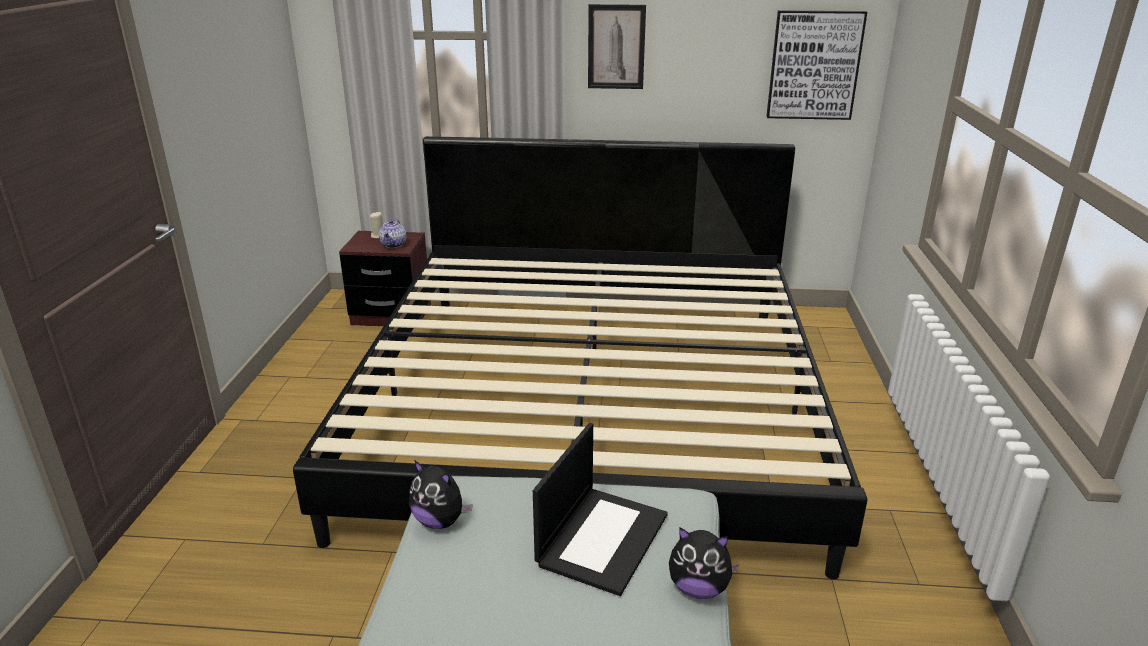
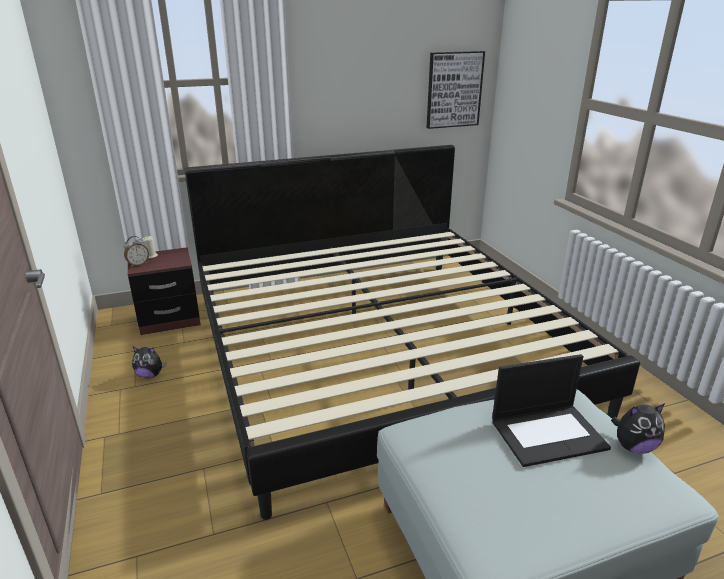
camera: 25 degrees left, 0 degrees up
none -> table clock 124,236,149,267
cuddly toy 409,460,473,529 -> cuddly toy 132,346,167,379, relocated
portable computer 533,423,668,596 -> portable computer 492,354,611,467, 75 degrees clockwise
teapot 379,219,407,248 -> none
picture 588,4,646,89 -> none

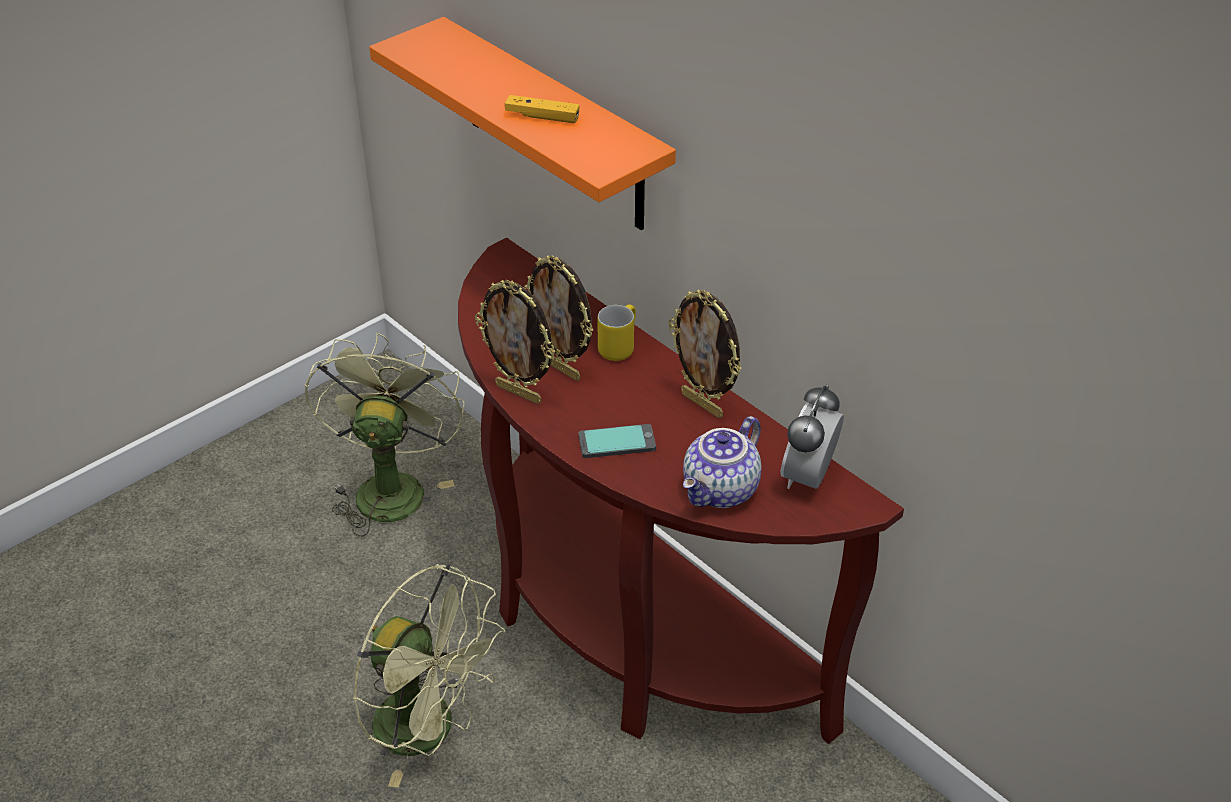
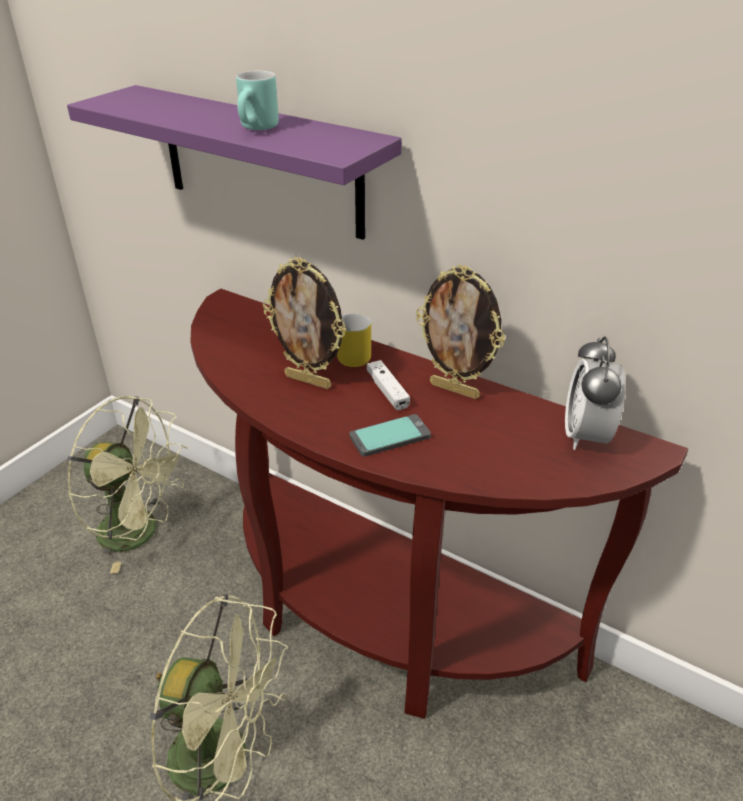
camera: 15 degrees left, 5 degrees down
orange-coloured shelf 369,17,676,230 -> purplish shelf 67,85,402,240
green-coloured cooling fan 305,333,465,536 -> green-coloured cooling fan 68,395,188,573, 120 degrees clockwise
yellowish game controller 505,95,579,123 -> turquoise mug 236,71,279,130
none -> whitish game controller 367,360,410,410
photo frame 475,280,555,404 -> none
teapot 683,416,761,508 -> none

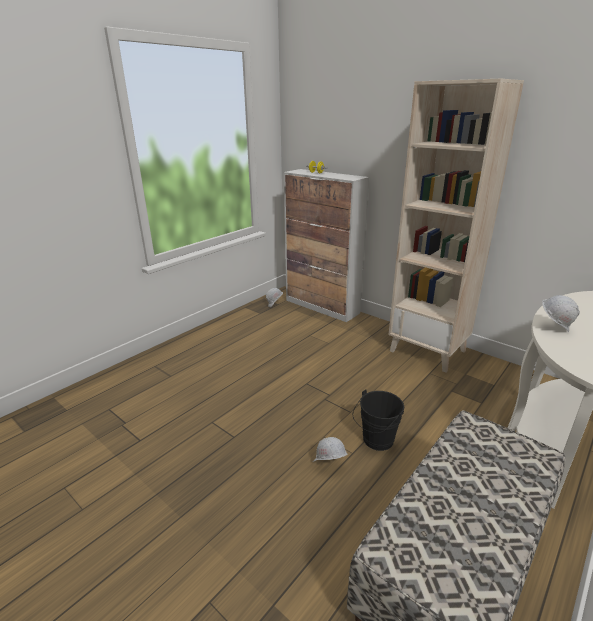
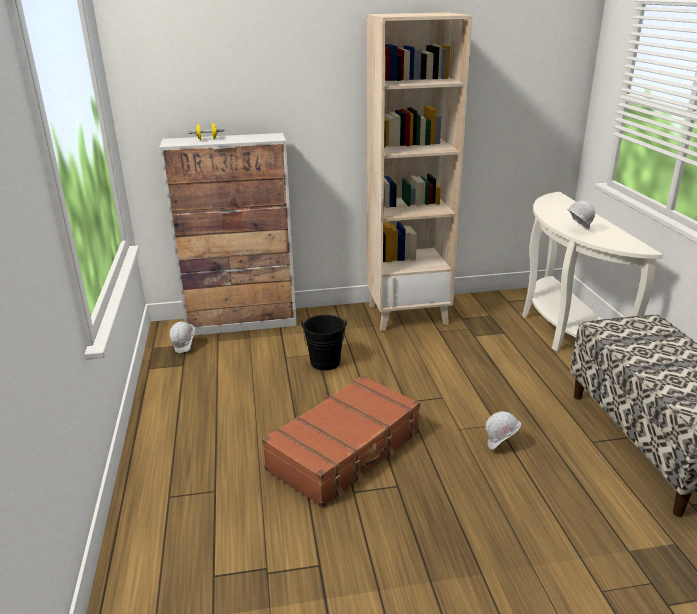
camera: 50 degrees left, 0 degrees up
none -> brown suitcase 262,375,420,508
black-coloured water bucket 353,389,404,451 -> black-coloured water bucket 301,315,347,371, relocated

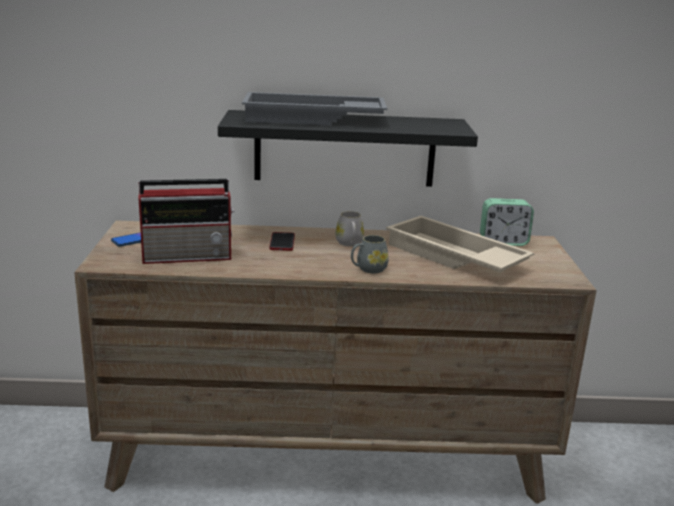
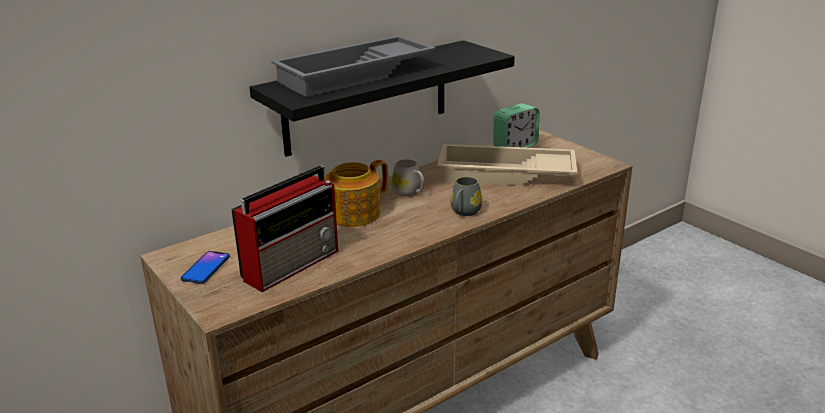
camera: 35 degrees left, 5 degrees up
phone 269,232,295,251 -> teapot 325,160,388,227

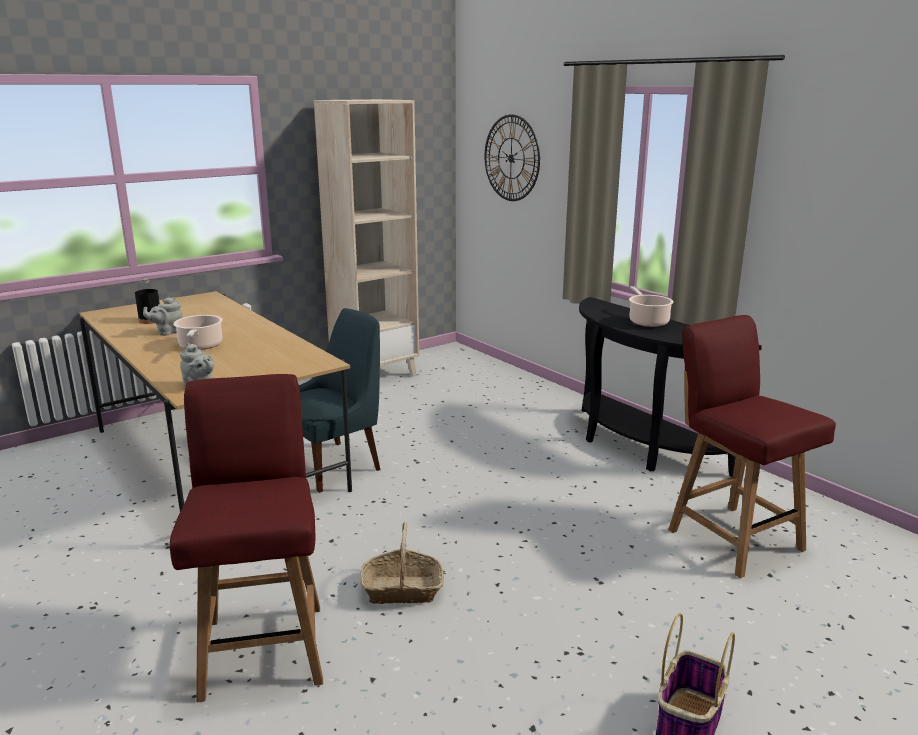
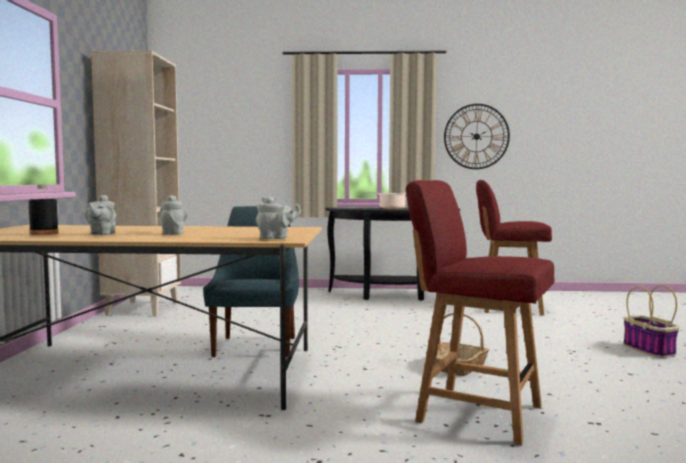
camera: 50 degrees left, 15 degrees down
stockpot 173,315,223,350 -> grey teapot 160,195,188,235
wall clock 485,114,540,201 -> wall clock 444,104,510,169, relocated

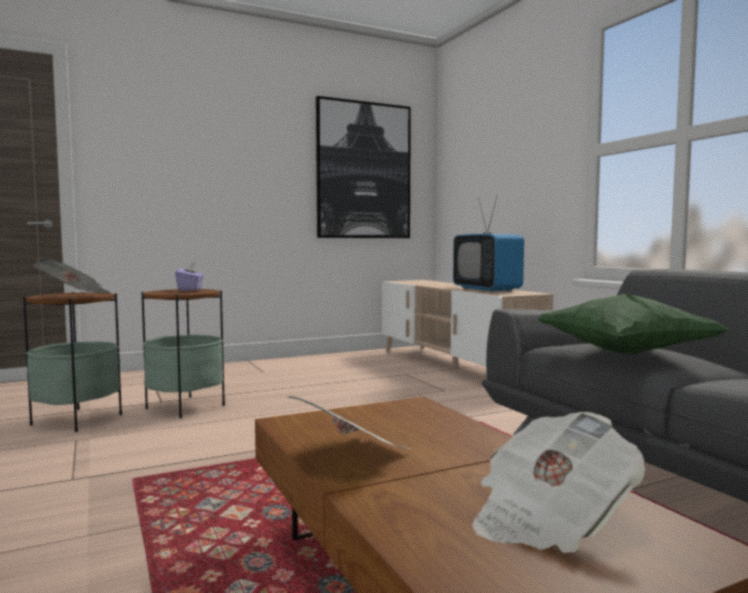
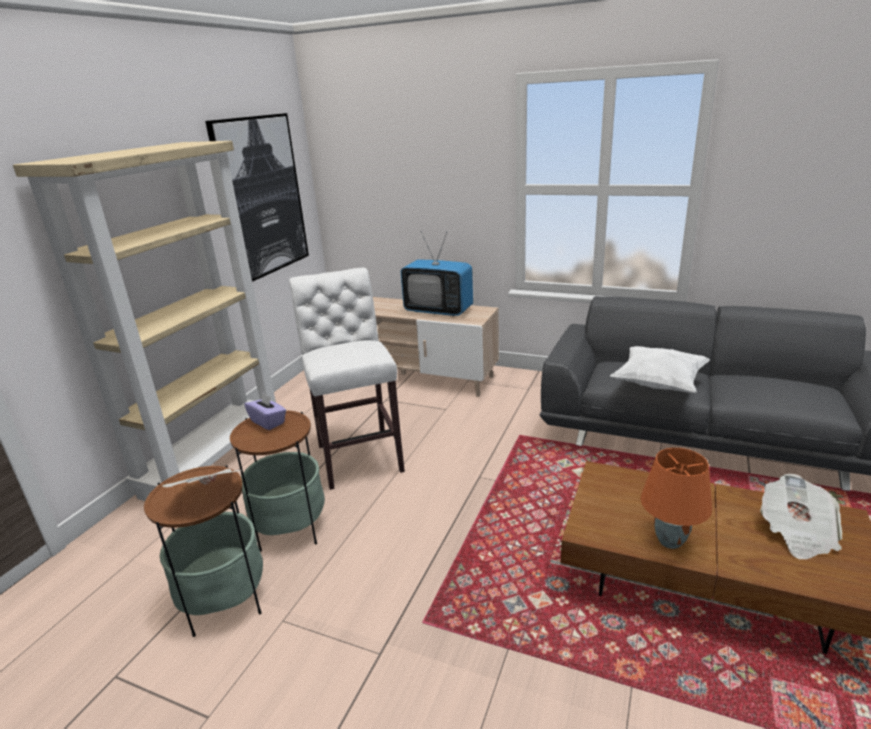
camera: 40 degrees left, 20 degrees up
none -> beige-coloured shelving unit 13,141,276,501
none -> whitish stool 289,268,405,490
green-coloured pillow 538,294,730,355 -> whitish pillow 610,346,710,393
newspaper 286,395,411,449 -> orange-coloured table lamp 640,448,712,549

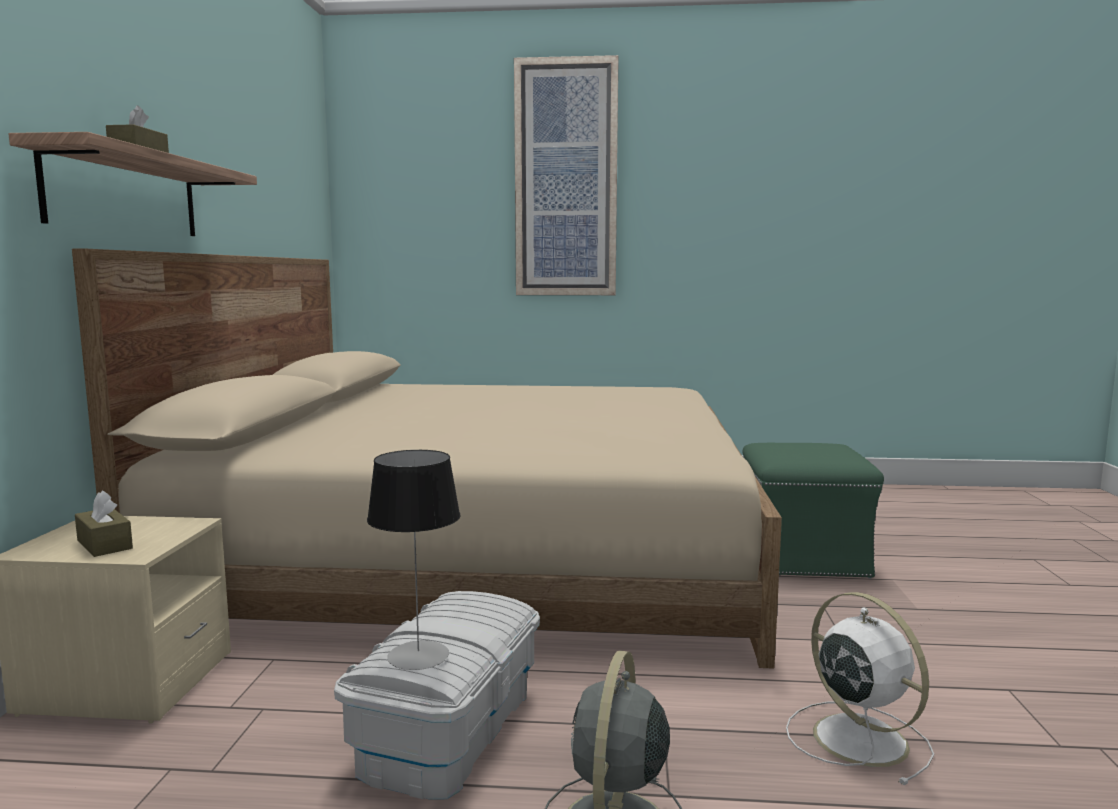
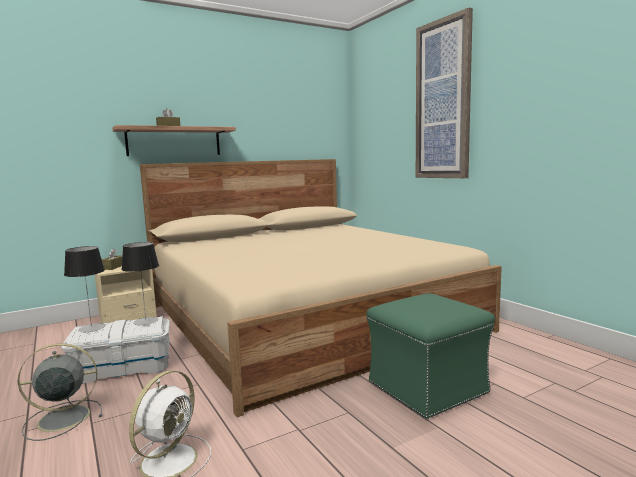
camera: 55 degrees right, 0 degrees up
none -> table lamp 121,242,159,326

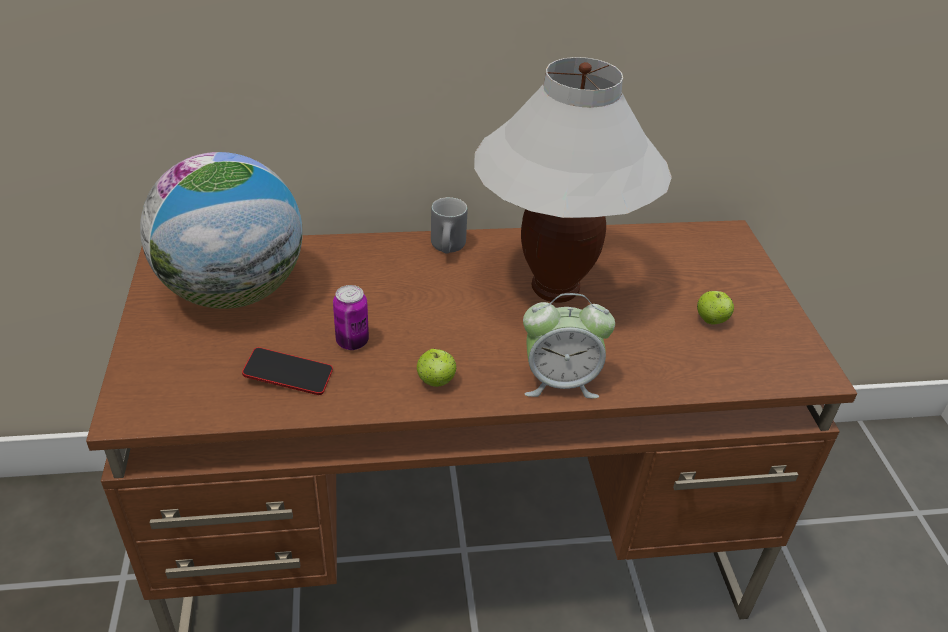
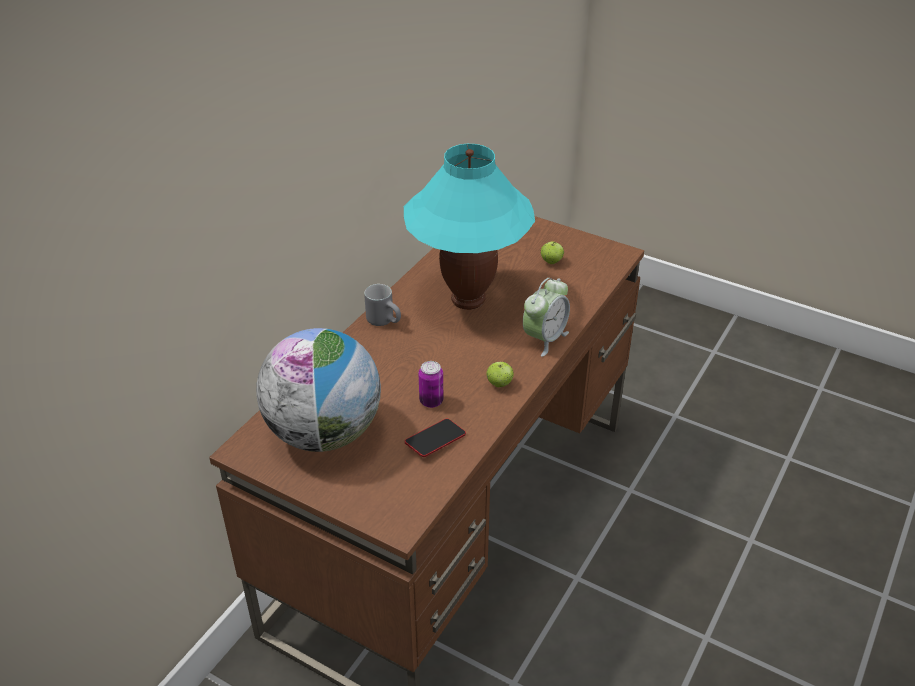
camera: 50 degrees left, 0 degrees up
whitish table lamp 474,57,672,303 -> turquoise table lamp 404,144,535,310

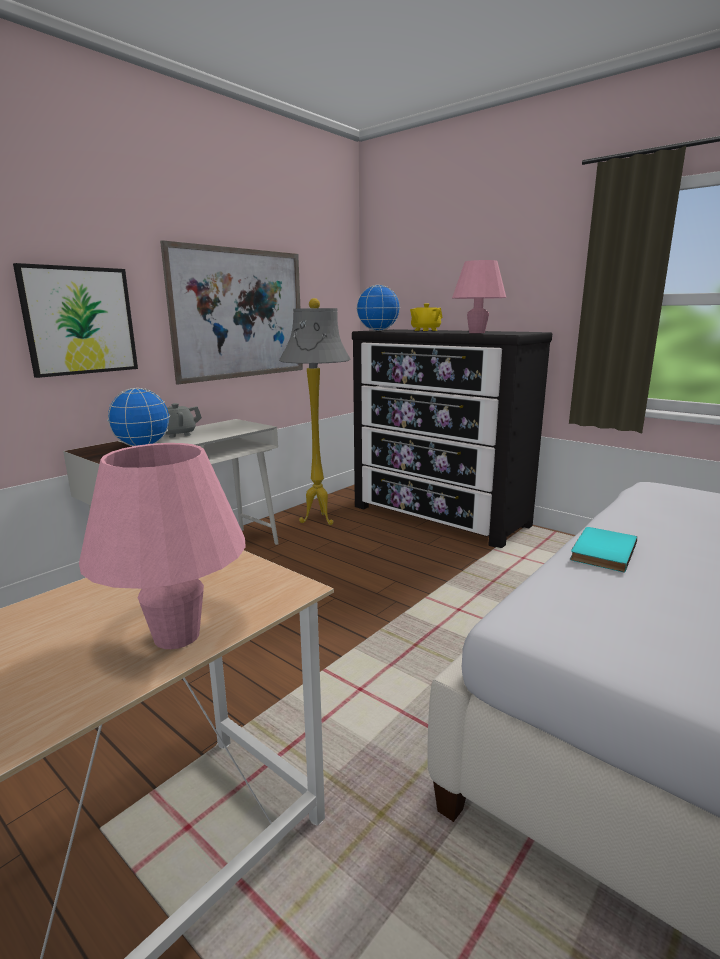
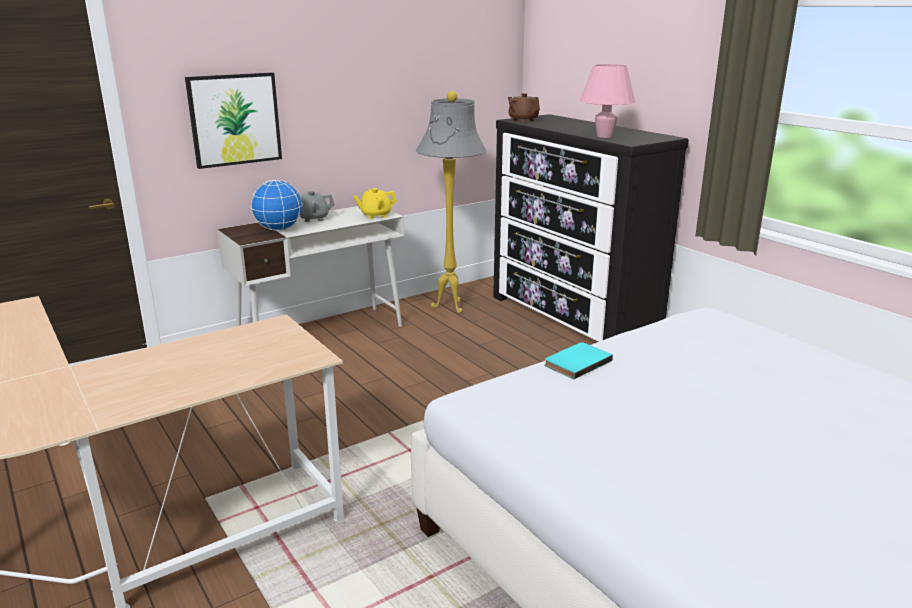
camera: 15 degrees right, 5 degrees up
yellowish teapot 410,303,442,331 -> yellowish teapot 353,188,397,219, relocated
desk globe 357,285,400,331 -> brown teapot 508,93,540,122
pink table lamp 79,443,246,649 -> none
picture 160,240,303,384 -> none

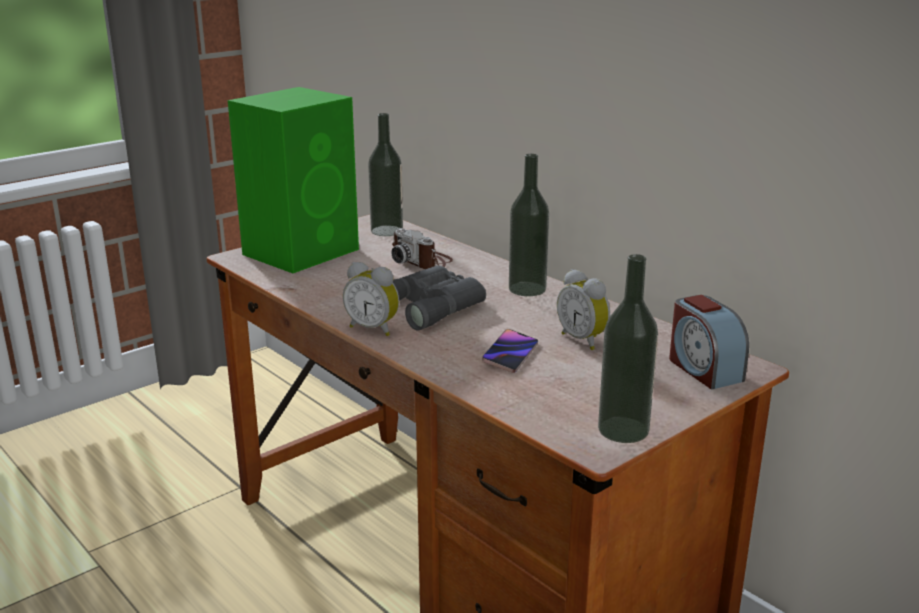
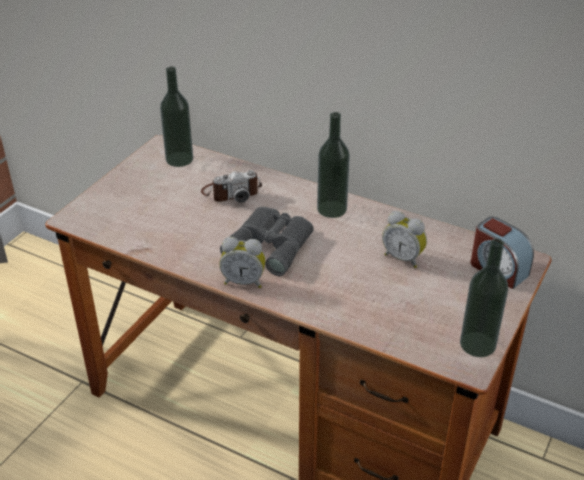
camera: 20 degrees left, 15 degrees up
still camera 391,228,453,269 -> still camera 201,170,262,203, 45 degrees counterclockwise
green-coloured loudspeaker 228,87,359,273 -> none
phone 482,329,538,373 -> none

